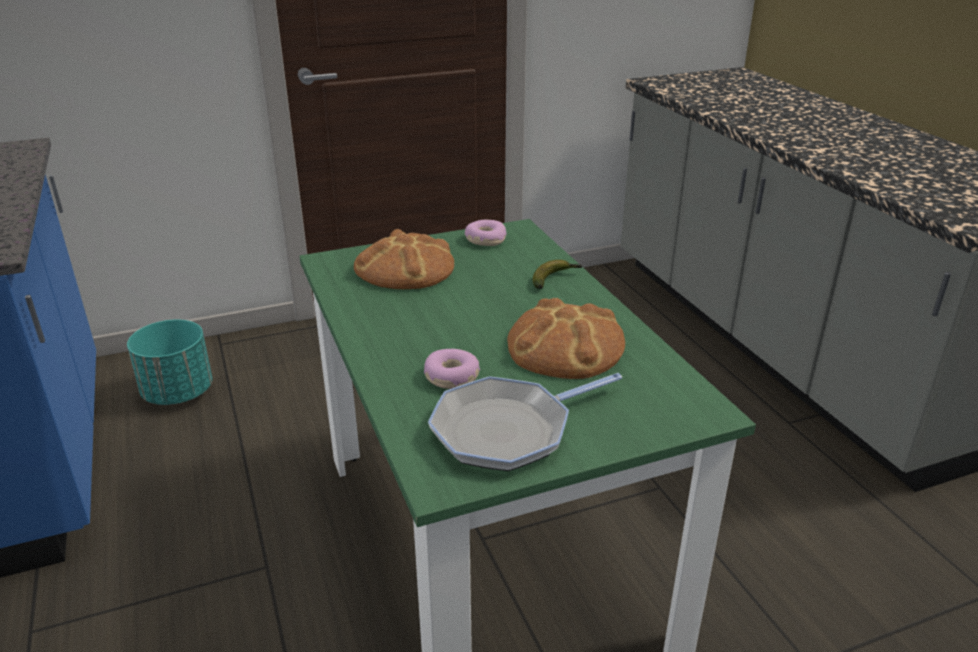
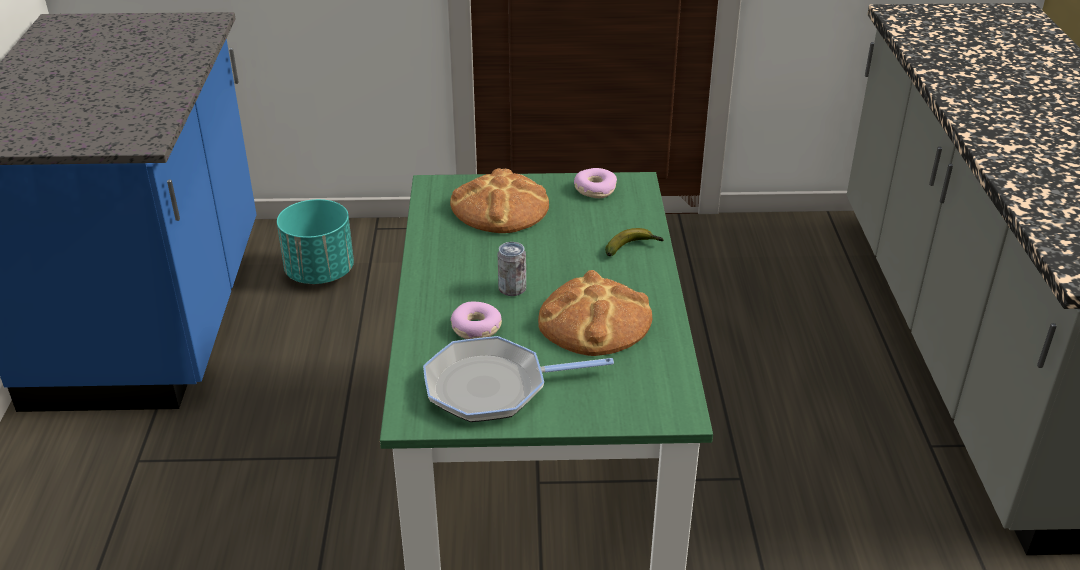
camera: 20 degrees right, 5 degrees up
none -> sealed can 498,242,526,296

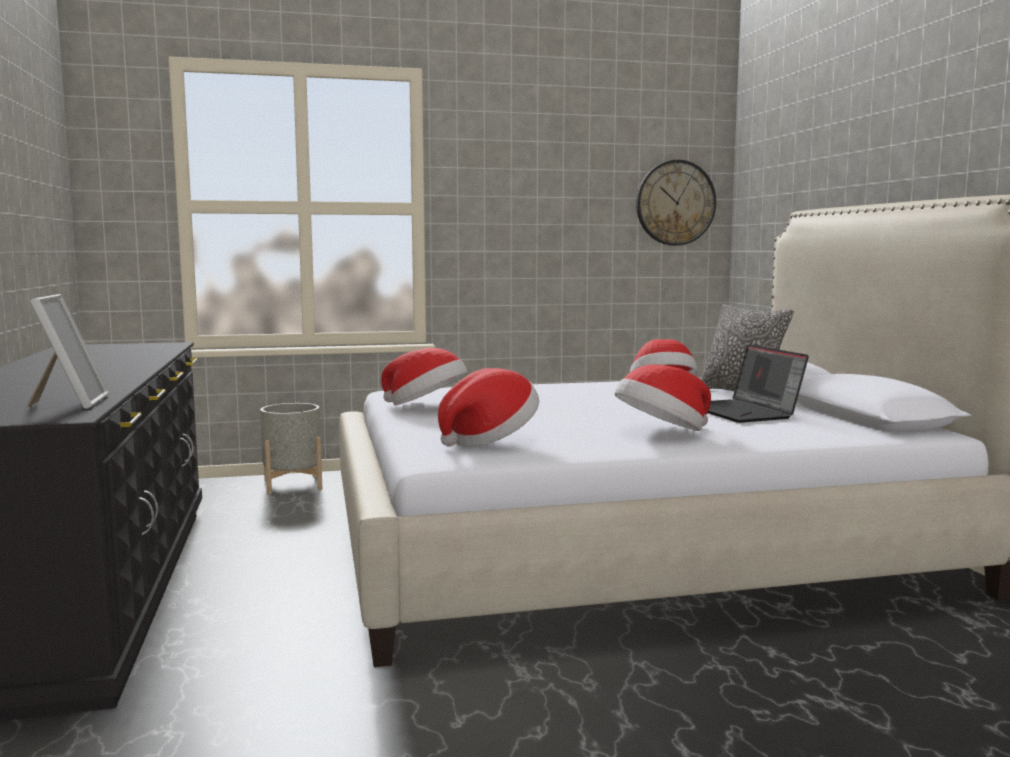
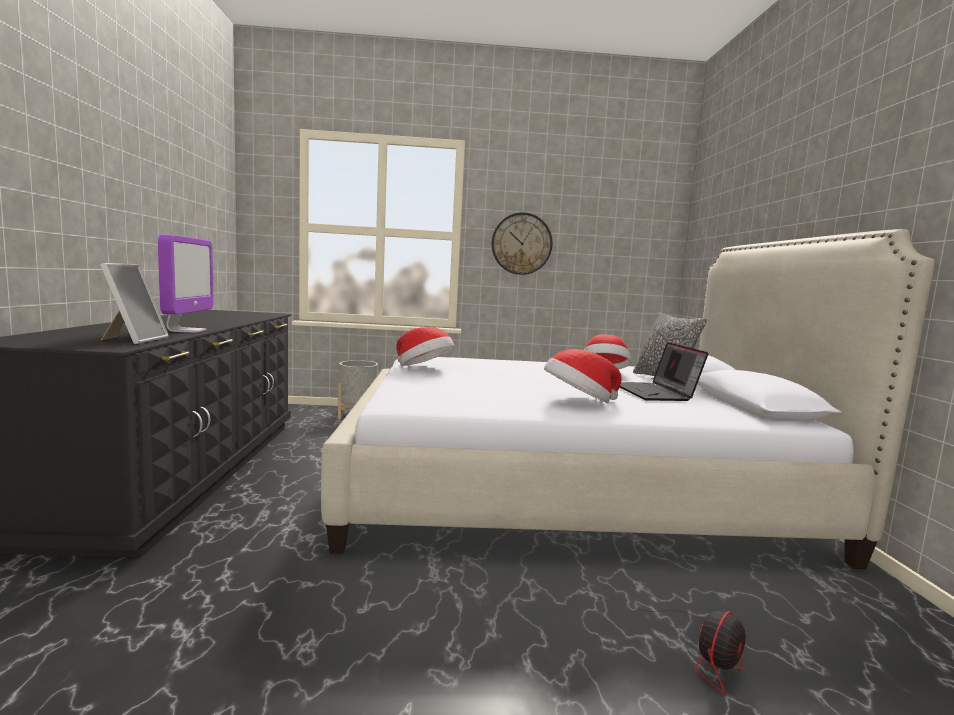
camera: 10 degrees right, 0 degrees up
none -> computer screen 158,234,214,333
wall clock 636,160,716,246 -> wall clock 492,212,553,275, relocated
none -> cooling fan 621,602,746,696
clothing hat 438,368,539,447 -> none

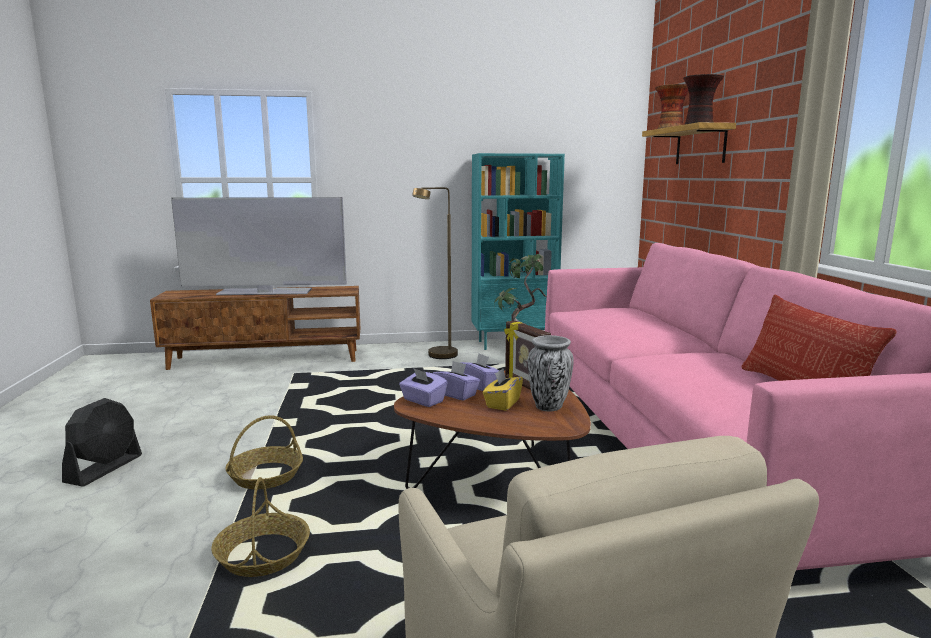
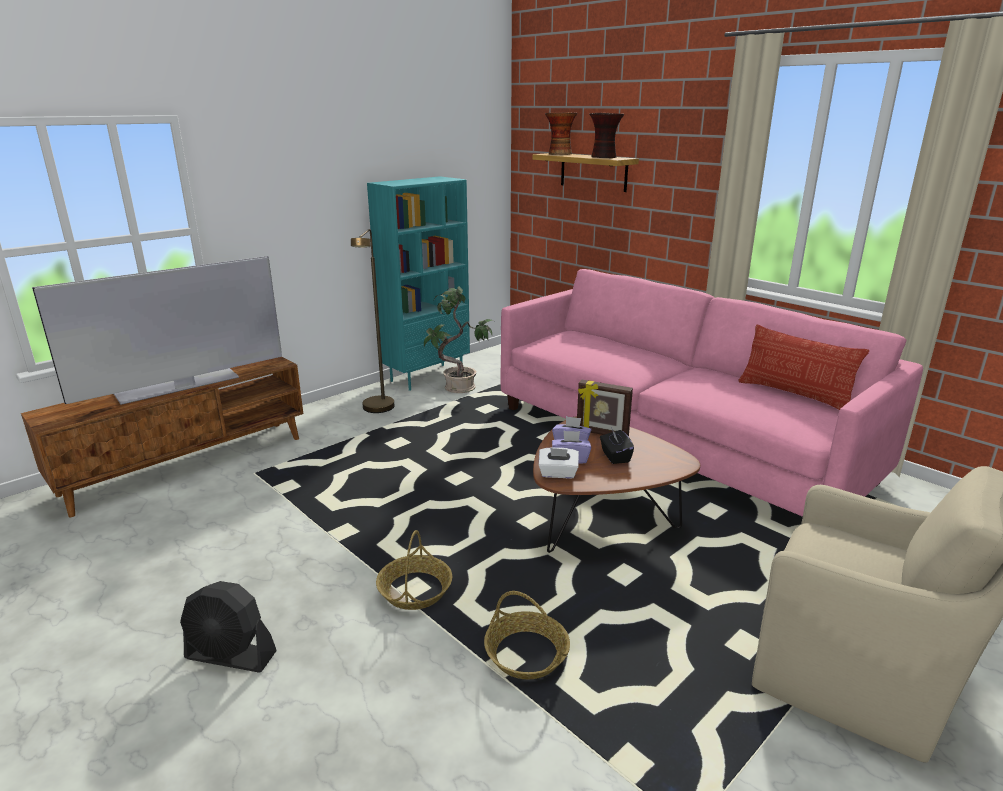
camera: 35 degrees left, 10 degrees up
black-coloured cooling fan 62,398,142,487 -> black-coloured cooling fan 180,581,277,673, 120 degrees clockwise
purplish tissue holder 399,368,448,407 -> whitish tissue holder 539,447,579,479
yellowish tissue holder 483,368,523,411 -> black-coloured tissue holder 600,427,634,464
decorative vase 528,335,574,412 -> none

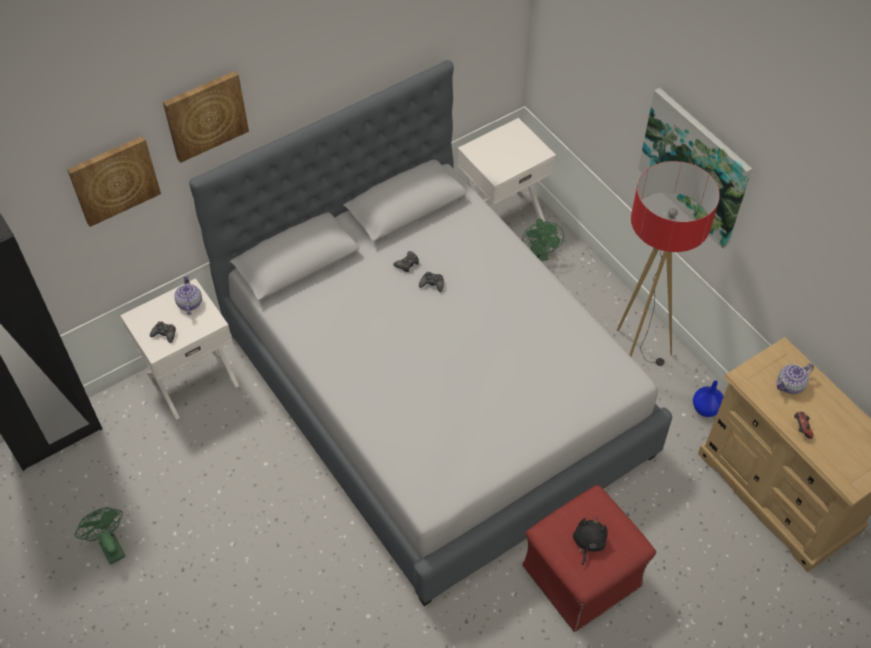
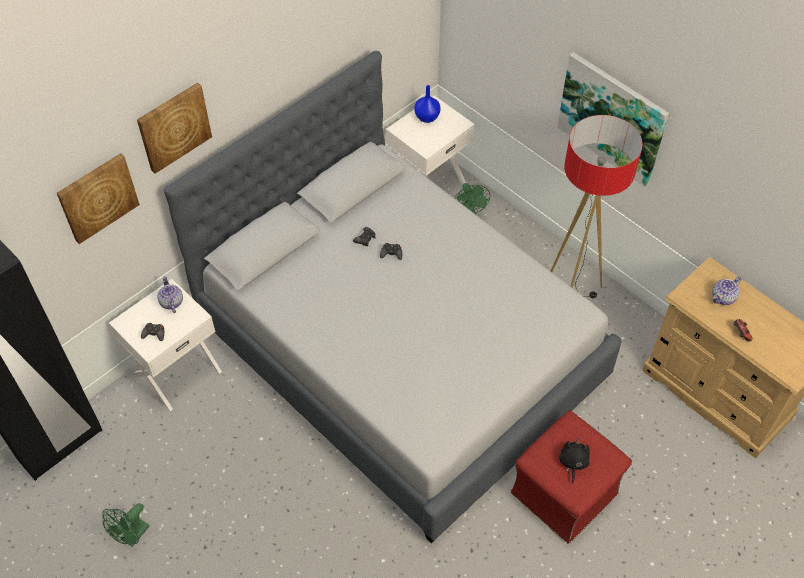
camera: 10 degrees left, 0 degrees up
green-coloured cooling fan 75,507,126,565 -> green-coloured cooling fan 102,503,149,547, 105 degrees counterclockwise
bluish decorative vase 693,380,724,417 -> bluish decorative vase 414,85,441,123, relocated

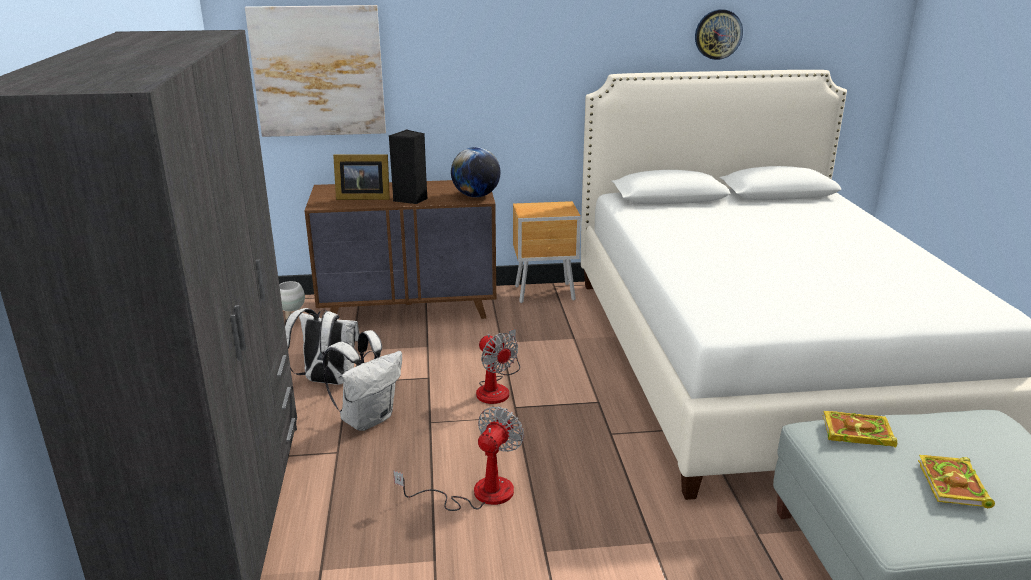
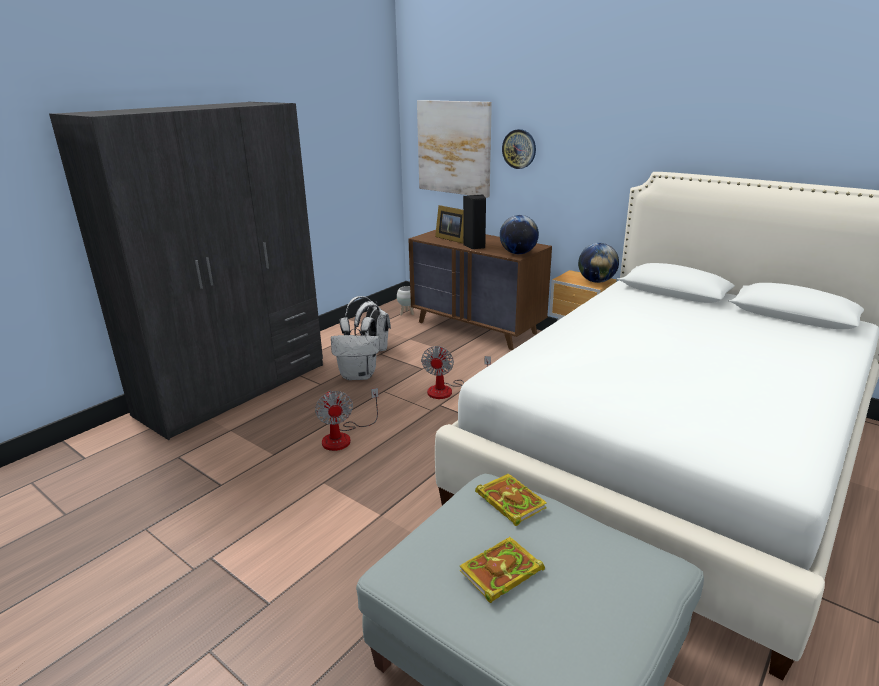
camera: 45 degrees right, 0 degrees up
cooling fan 393,406,524,511 -> cooling fan 315,388,379,451, 90 degrees clockwise
wall clock 695,9,743,60 -> wall clock 502,129,536,169, relocated
none -> desk globe 578,243,619,283

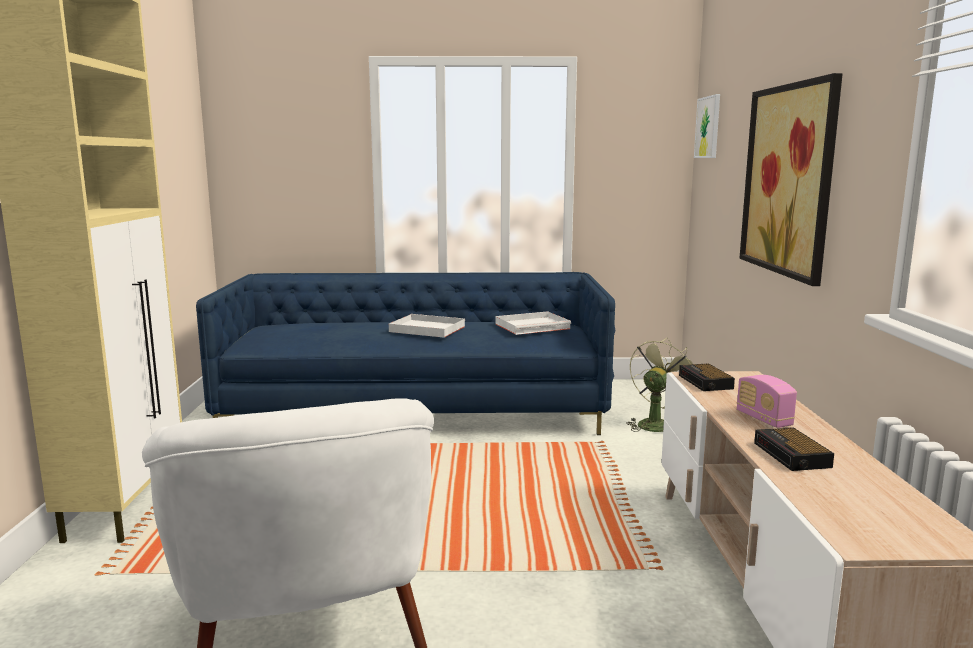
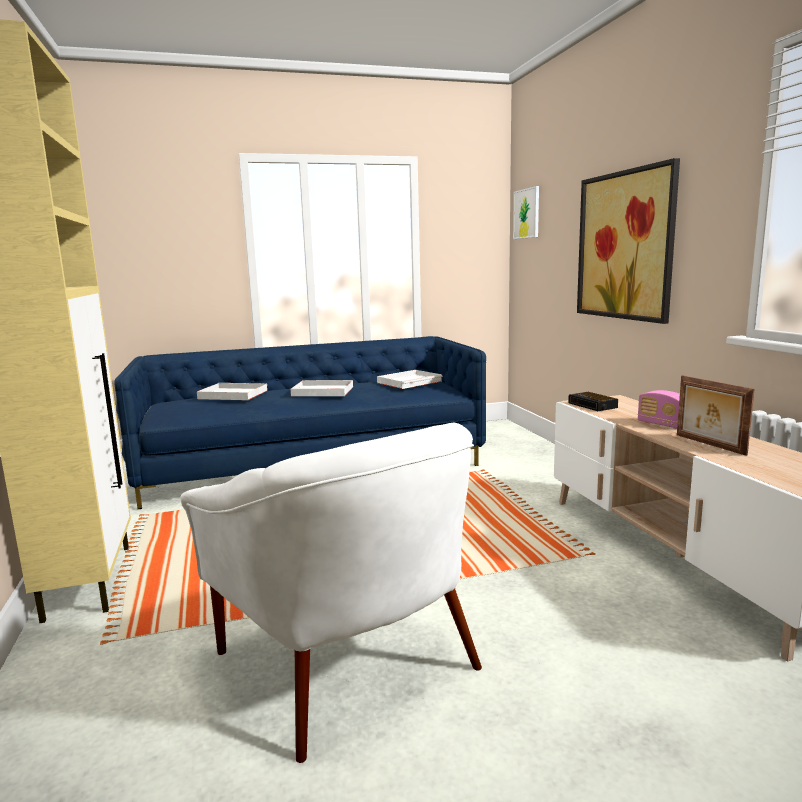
camera: 15 degrees left, 0 degrees up
none -> whitish carrying tray 197,383,268,400
table clock 754,427,834,471 -> photo frame 677,375,755,456
green-coloured cooling fan 626,337,693,432 -> none

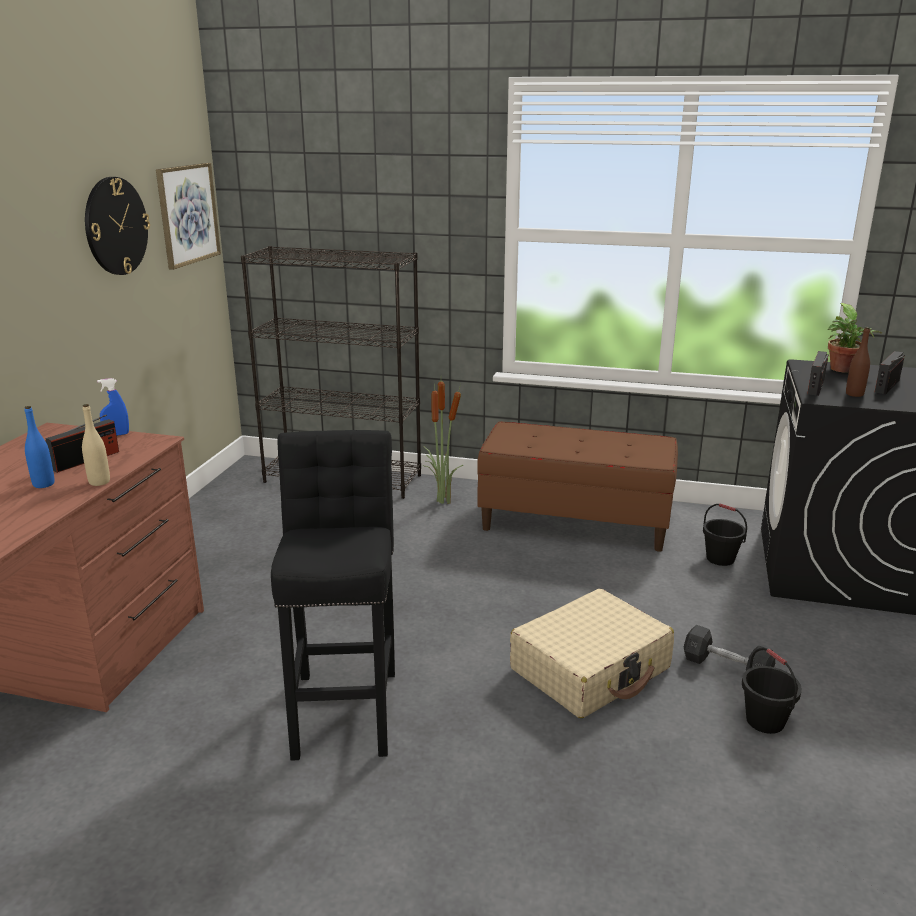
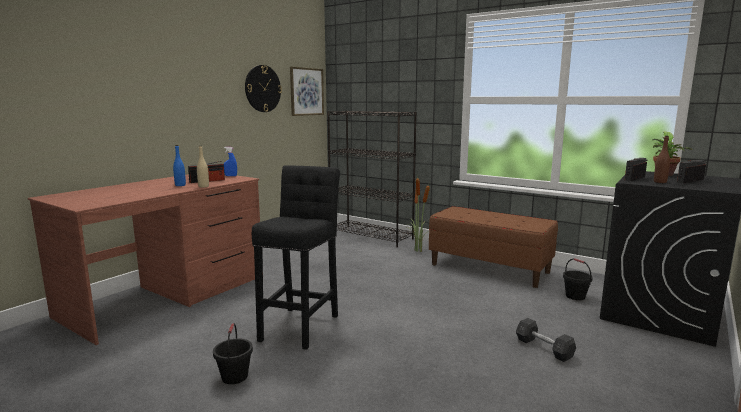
camera: 20 degrees right, 10 degrees down
black-coloured water bucket 742,648,802,734 -> black-coloured water bucket 213,323,253,384, relocated
beige-coloured suitcase 510,589,674,718 -> none

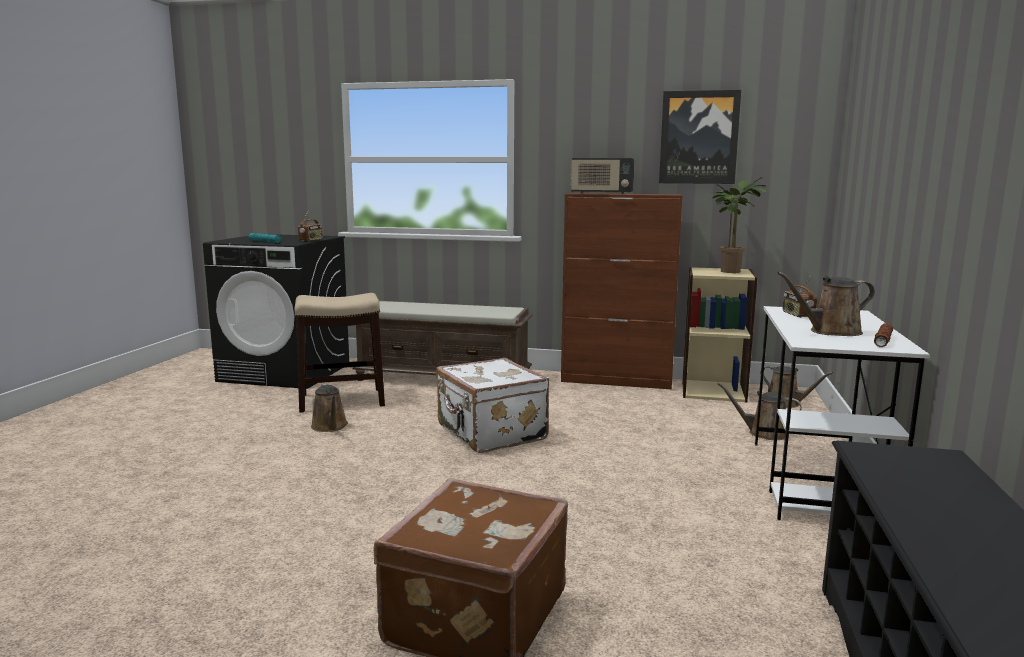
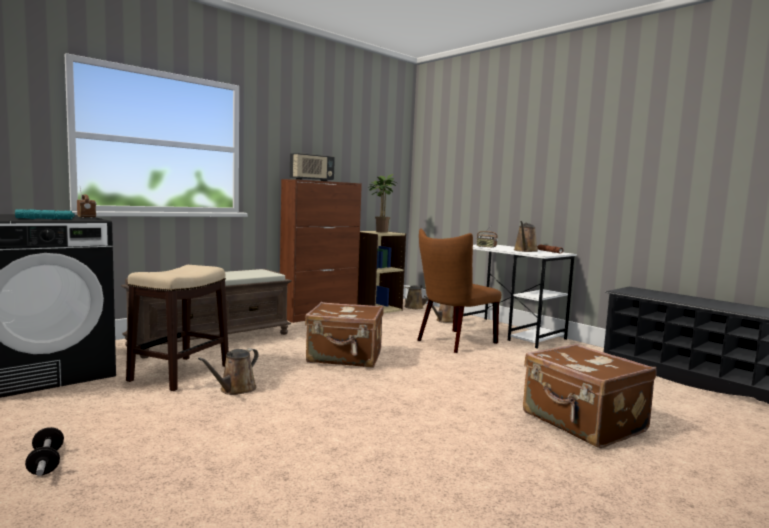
camera: 55 degrees left, 5 degrees down
none -> dumbbell 25,427,64,476
brown sprinkling can 311,383,348,432 -> brown sprinkling can 198,348,258,395, 105 degrees clockwise
whitish suitcase 436,358,549,453 -> brown suitcase 305,302,384,368
none -> brown upright chair 417,228,501,353
picture 659,90,741,184 -> none

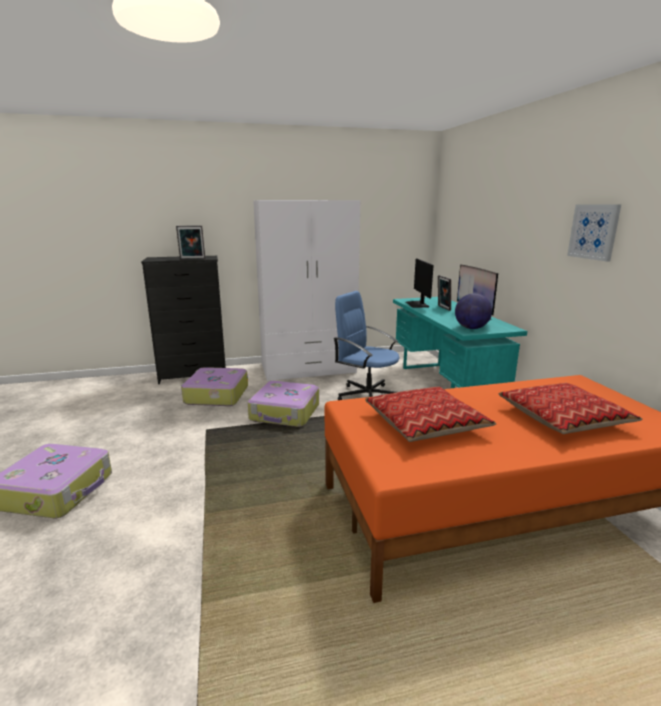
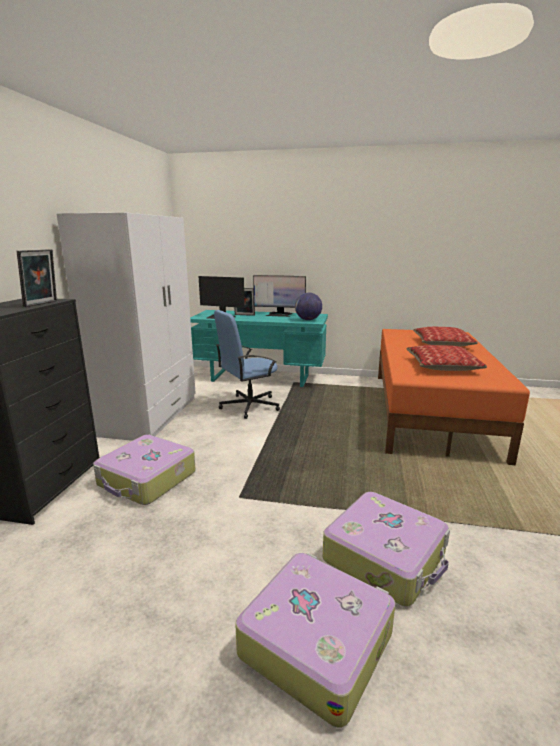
camera: 65 degrees left, 0 degrees up
suitcase 248,381,319,427 -> suitcase 323,492,450,607, relocated
picture 567,204,621,262 -> none

